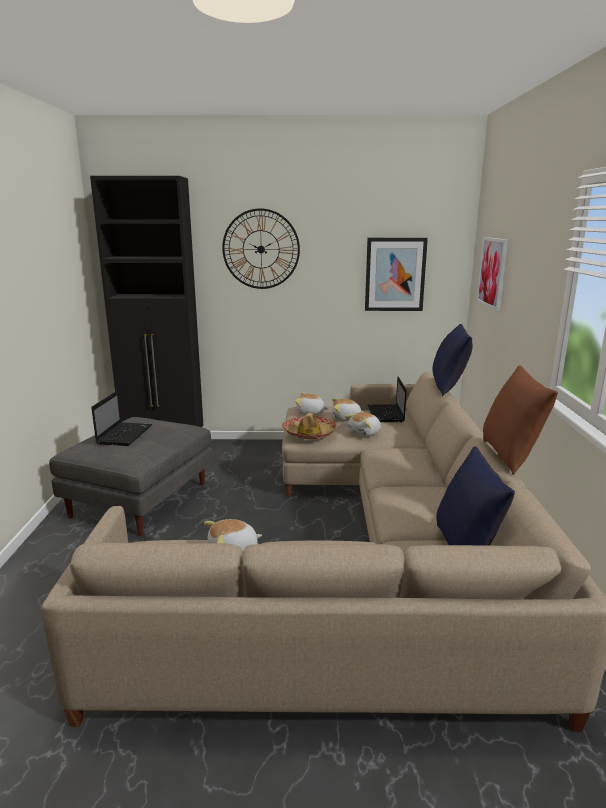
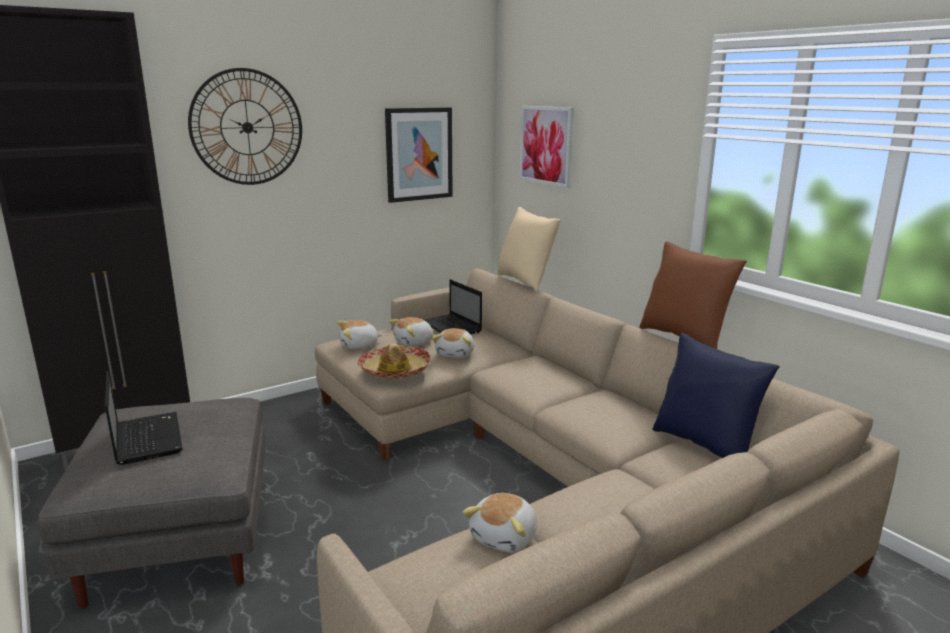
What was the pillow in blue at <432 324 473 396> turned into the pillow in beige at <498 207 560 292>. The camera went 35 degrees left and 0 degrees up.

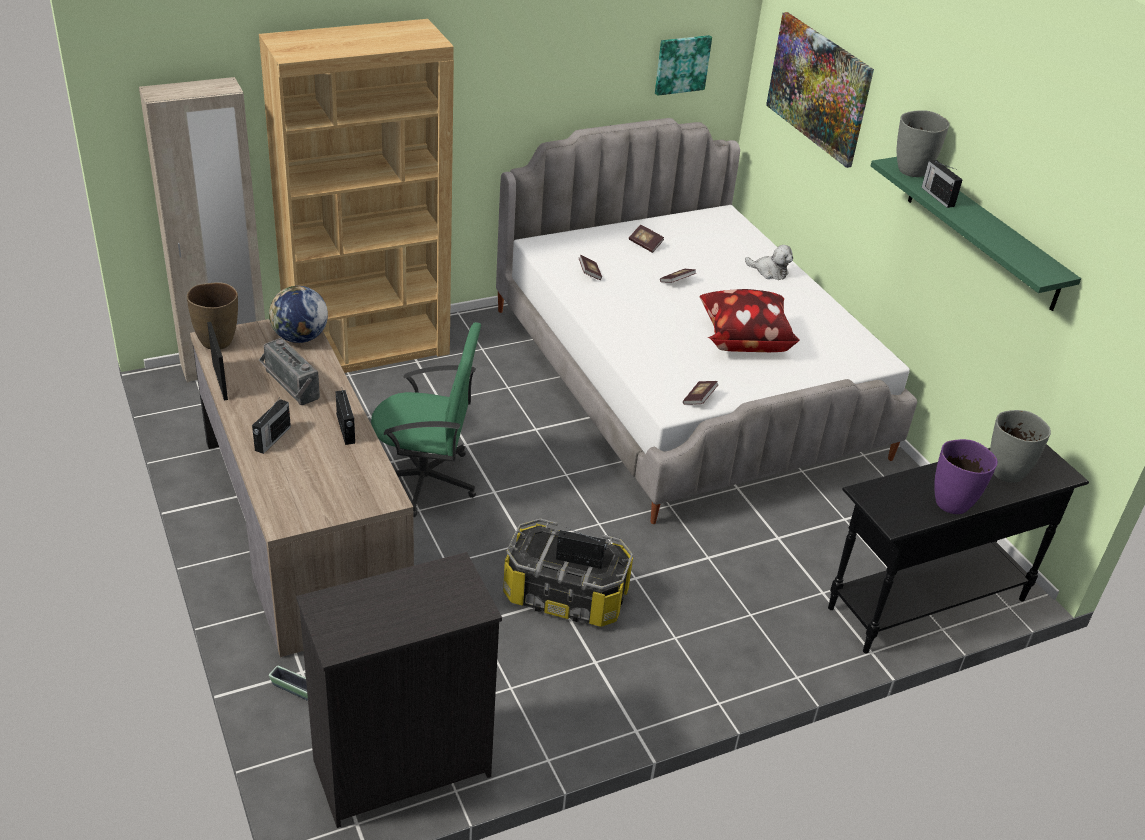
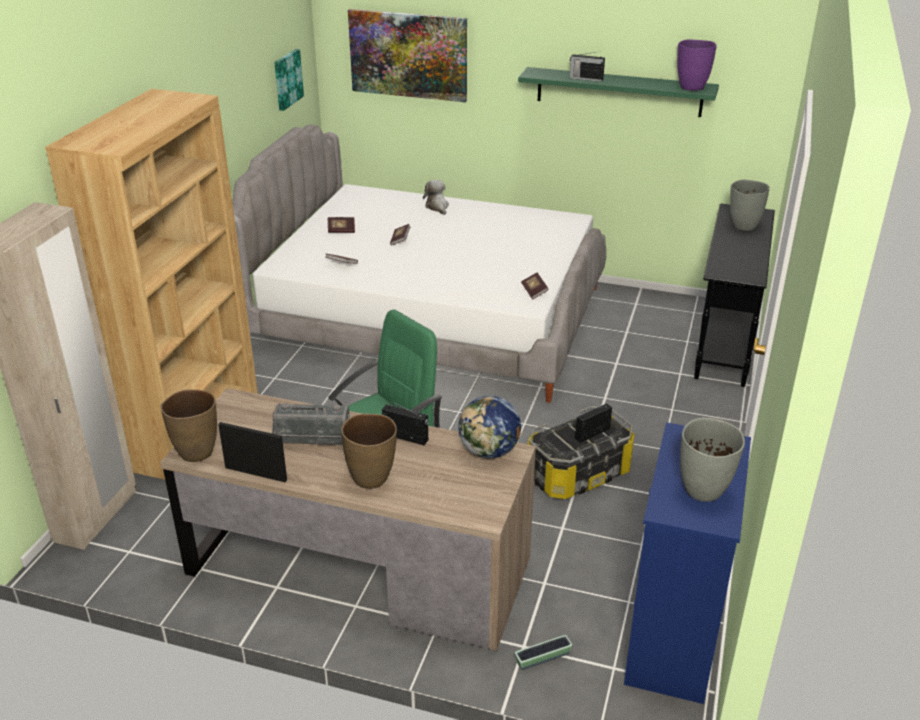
Where the radio receiver stood at <252 399 291 454>, the decorative vase in brown-coloured came to stand at <341 414 397 489>. The soft toy at <745 245 793 280> ended up facing another way, 90 degrees counterclockwise from before. The globe ended up elsewhere, having gone from <269 286 328 343> to <458 396 521 458>. What was the drawer chest in black-coloured at <296 552 502 828> turned into the drawer chest in blue at <624 422 751 704>. The decorative vase in purple ended up elsewhere, having gone from <934 439 998 514> to <677 39 716 91>. The decorative vase in greyish ended up elsewhere, having gone from <897 110 949 177> to <680 418 745 502>. The second view lost the pillow at <700 289 800 352>. The camera went 45 degrees left and 5 degrees down.

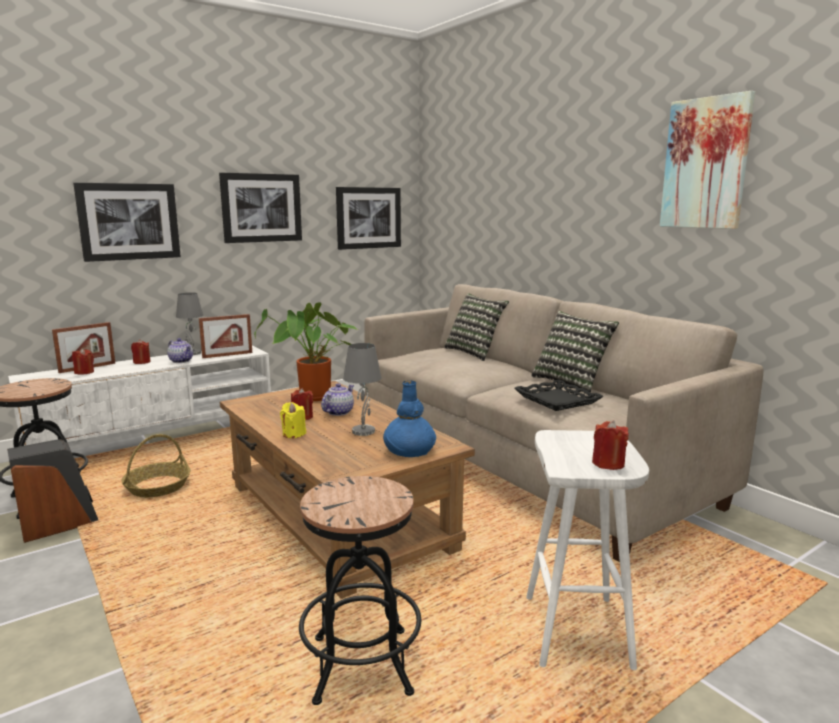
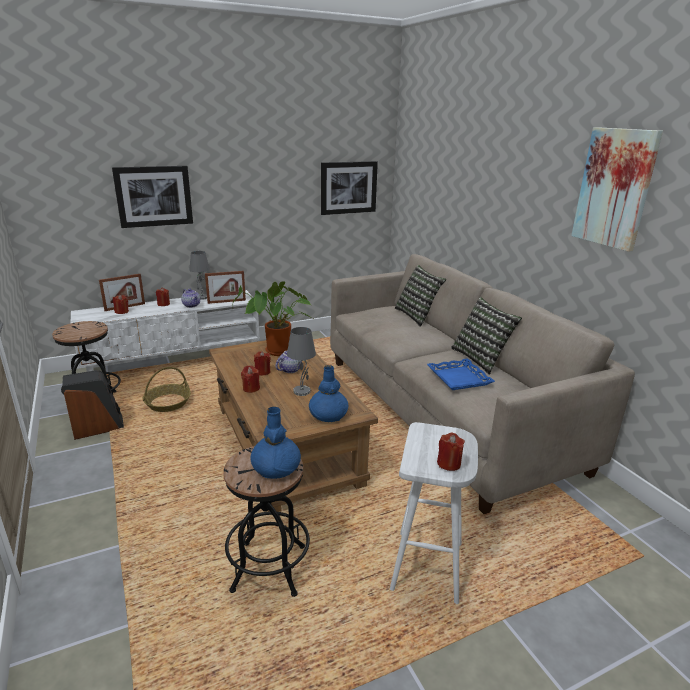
What was the wax candle in yellow at <280 402 306 438> turned into the wax candle in reddish at <241 365 260 393>. The second view gained the decorative vase in blue at <251 407 301 479>. What was the tray in black-coloured at <515 380 604 411> turned into the tray in blue at <427 358 495 390>. The second view lost the wall art at <219 173 302 243>. The camera went 10 degrees right and 10 degrees up.

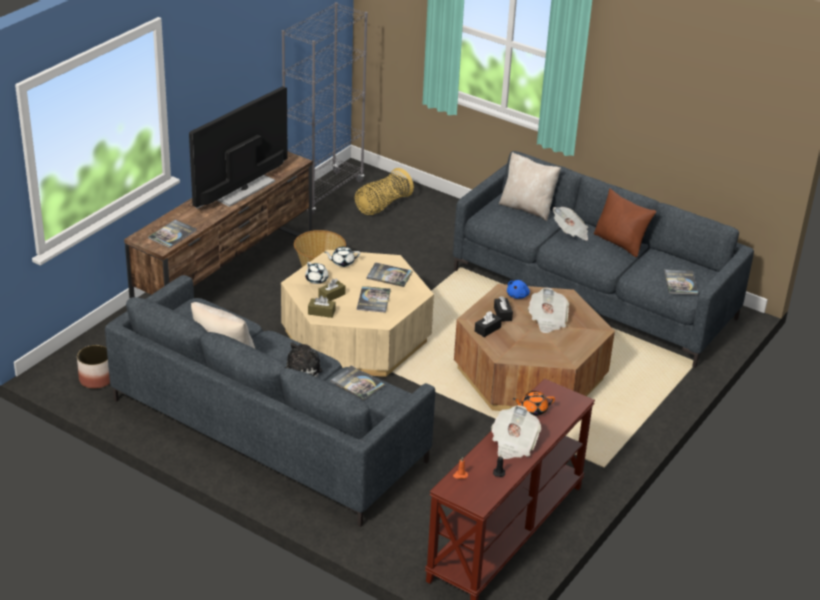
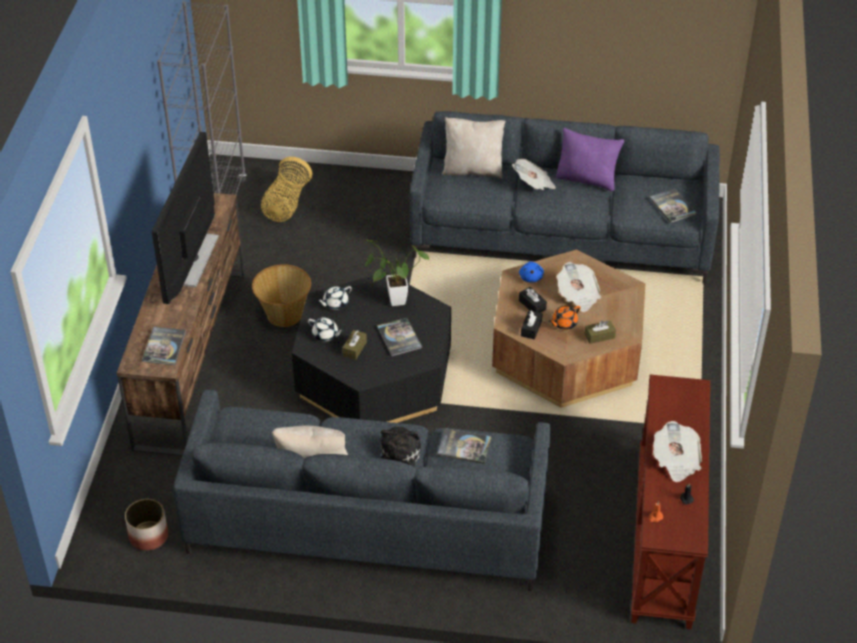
What was the lounge table in beige at <281 250 434 377> turned into the lounge table in black-coloured at <292 272 451 423>. Where the bound book stood at <366 262 413 287>, the potted plant came to stand at <364 239 429 306>. The pot for tea in orangey ended up elsewhere, having gone from <513 391 555 416> to <549 306 581 330>. What was the pillow in brown-coloured at <594 189 656 257> turned into the pillow in purple at <556 128 624 191>. The box of tissues in brown-coloured ended up elsewhere, having gone from <308 295 336 318> to <585 320 616 344>. The camera went 25 degrees left and 10 degrees up.

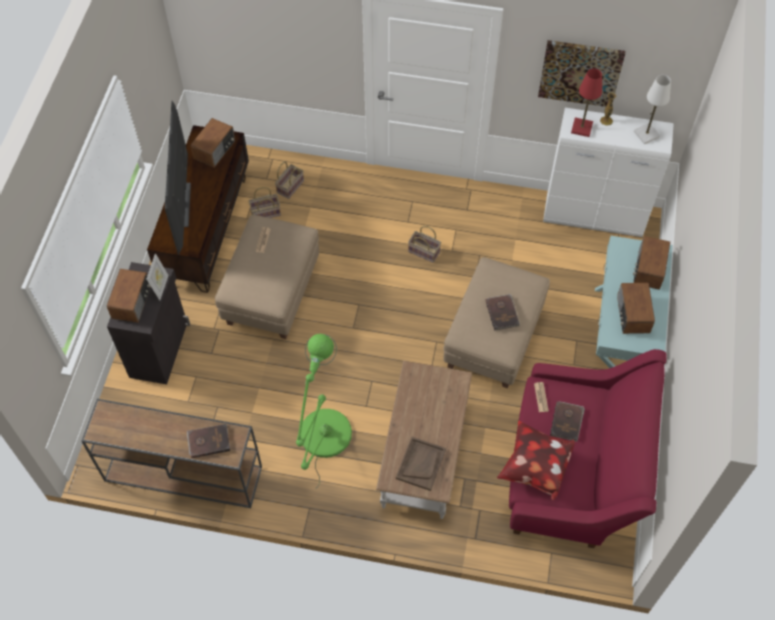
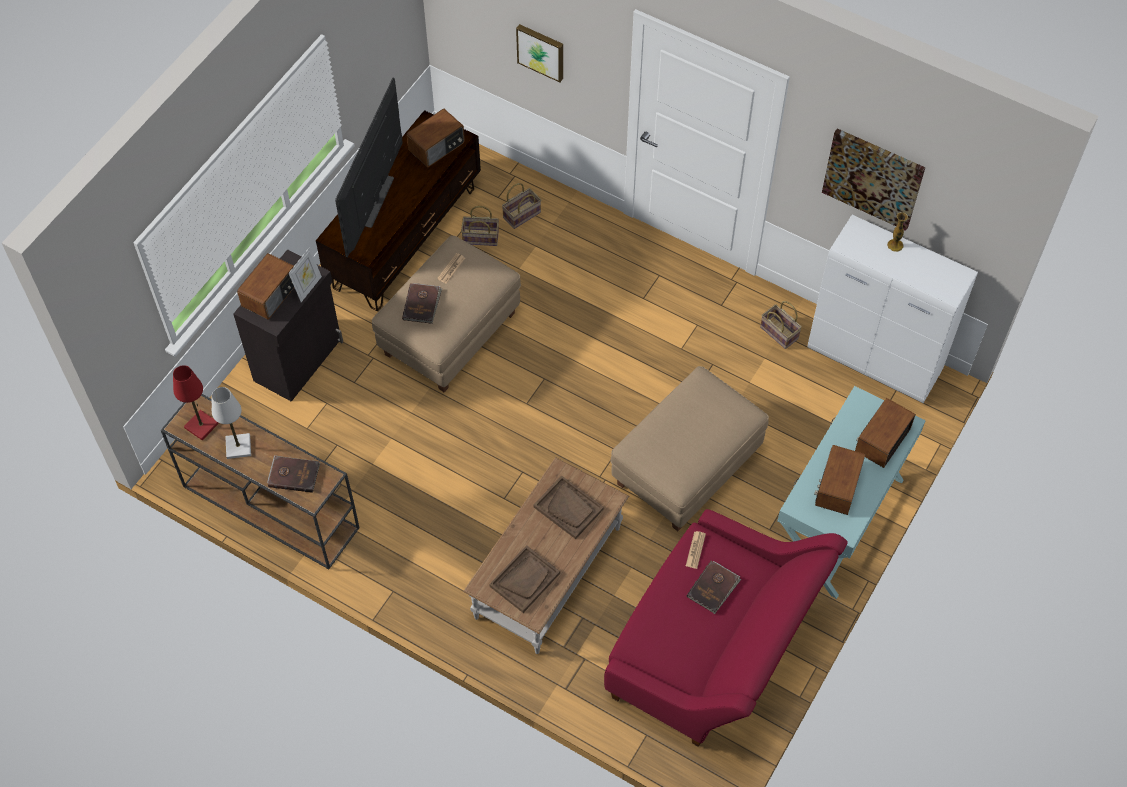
The lamp for a table in reddish ended up elsewhere, having gone from <571 68 602 137> to <173 365 219 440>. The lamp for a table in white-coloured ended up elsewhere, having gone from <634 75 671 144> to <212 387 251 459>. The bound book in brown-coloured ended up elsewhere, having gone from <485 294 520 331> to <402 283 442 324>. The second view gained the wall art at <516 24 563 82>. The second view gained the tray in brown-coloured at <533 475 604 539>. The storage basket ended up elsewhere, having gone from <408 226 441 263> to <760 301 802 349>. The second view lost the floor lamp in green-coloured at <296 334 352 489>. The second view lost the pillow at <497 421 575 500>. The camera went 20 degrees right and 0 degrees up.

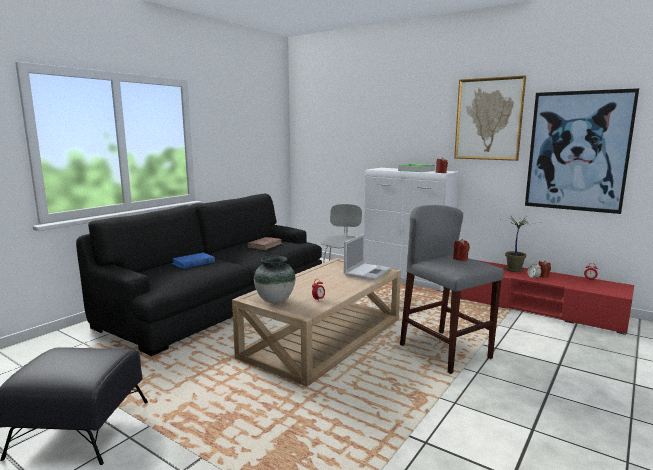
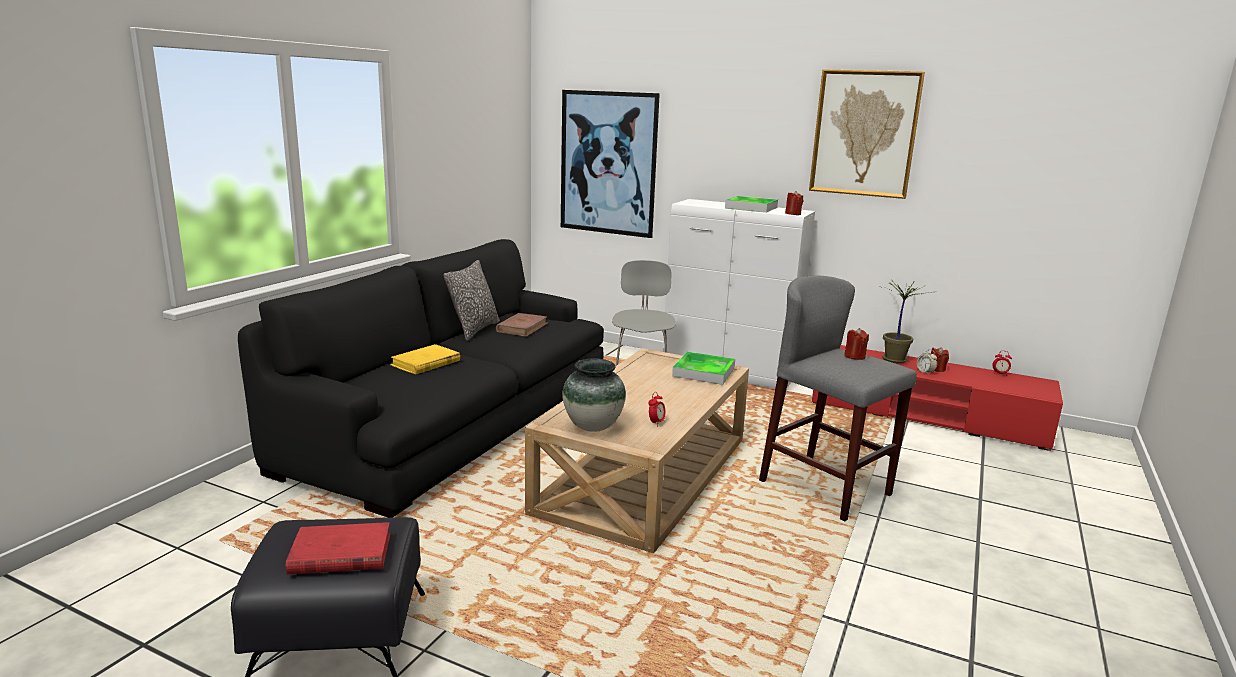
The second view gained the bound book in reddish at <286 522 390 574>. What was the bound book in blue at <172 253 215 269> turned into the bound book in yellow at <390 344 460 375>. The second view gained the pillow at <443 260 500 341>. The wall art ended up elsewhere, having gone from <525 88 639 214> to <561 90 660 238>. Where the laptop stood at <344 234 392 280>, the tray came to stand at <672 352 735 385>. The camera went 10 degrees left and 5 degrees up.

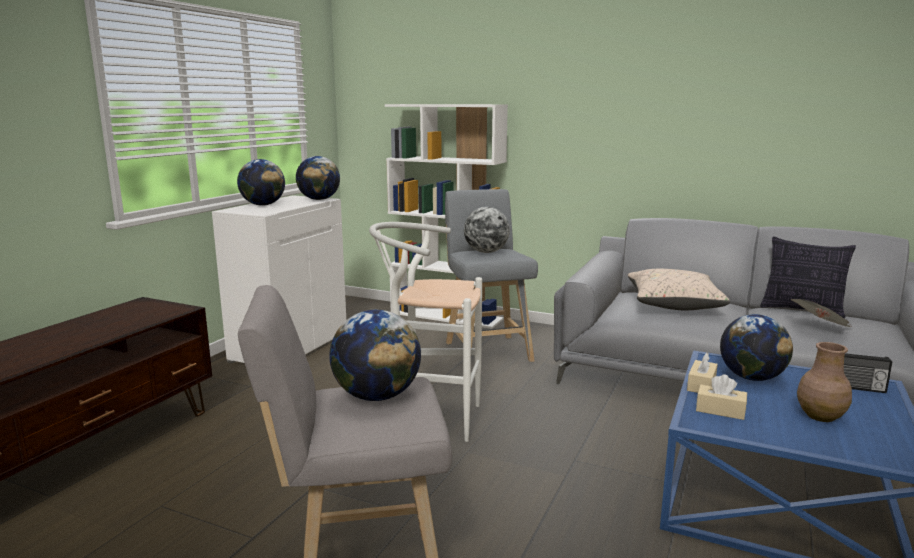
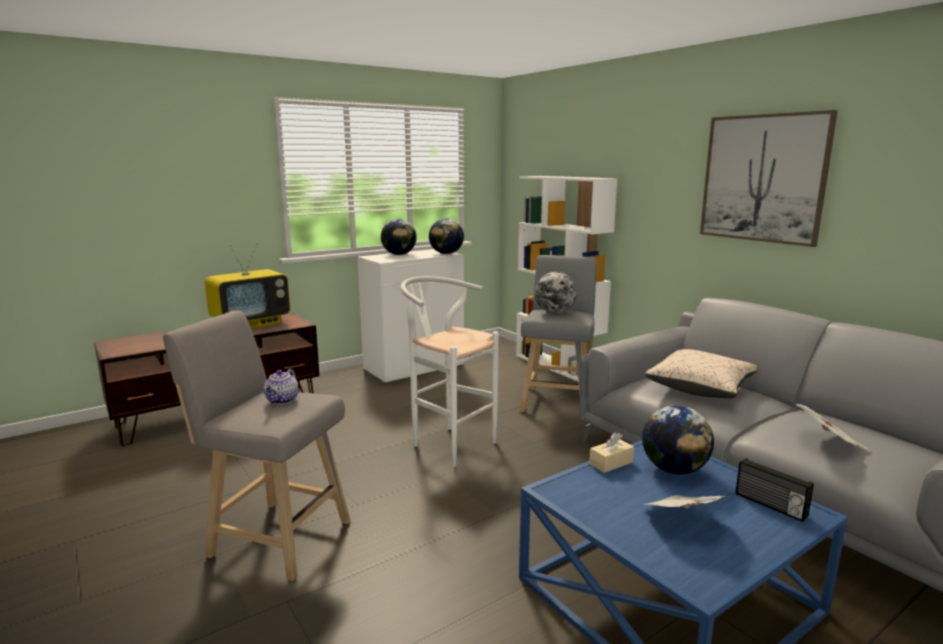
The second view gained the television at <205 243 290 329>. Where the globe stood at <330 310 421 401>, the pot for tea came to stand at <264 369 298 405>. Where the decorative vase in brown-coloured stood at <797 342 852 422>, the daily paper came to stand at <645 495 726 509>. The second view gained the wall art at <700 110 838 247>. The second view lost the box of tissues in beige at <696 374 747 420>. The second view lost the pillow at <760 236 856 319>. The camera went 30 degrees right and 0 degrees up.

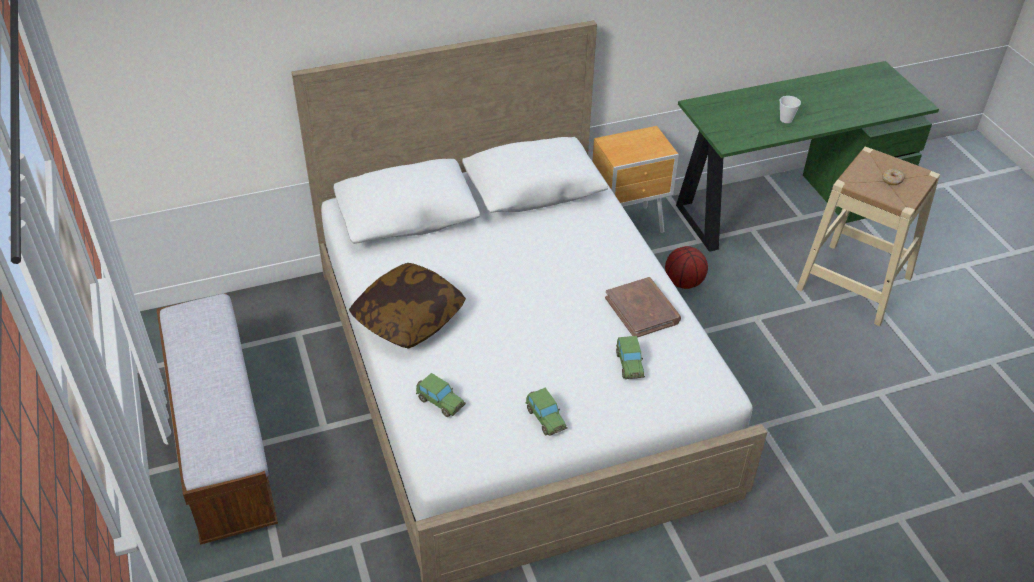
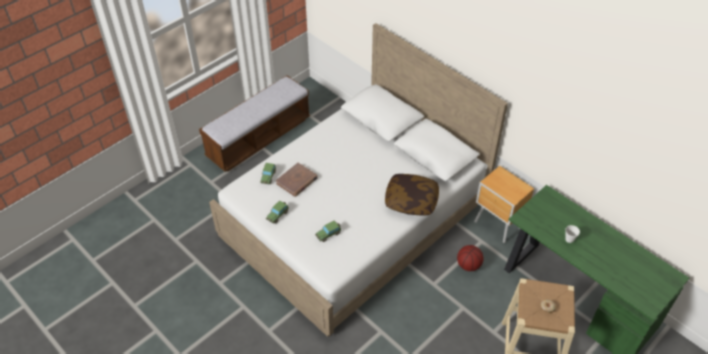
The bound book in brown-coloured ended up elsewhere, having gone from <605 277 681 338> to <276 162 318 197>. The pillow ended up elsewhere, having gone from <349 263 466 349> to <385 174 439 216>. The camera went 65 degrees right and 5 degrees up.

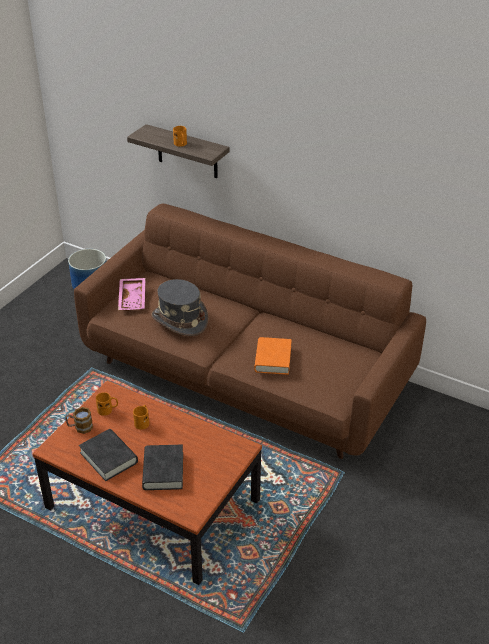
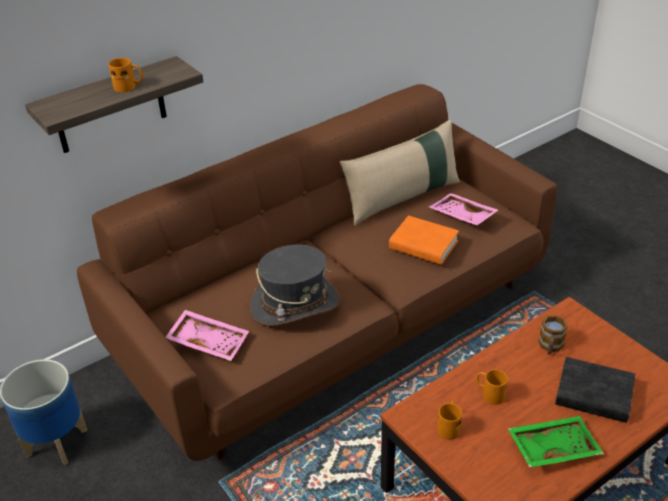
The second view gained the pillow in beige at <340 119 460 226>. The second view gained the tray in pink at <429 193 499 225>. Where the bound book in black-coloured stood at <79 429 138 481>, the tray in green-coloured came to stand at <508 416 604 467>. The coffee mug ended up elsewhere, having gone from <65 407 93 434> to <539 315 568 355>. The camera went 65 degrees left and 0 degrees up.

